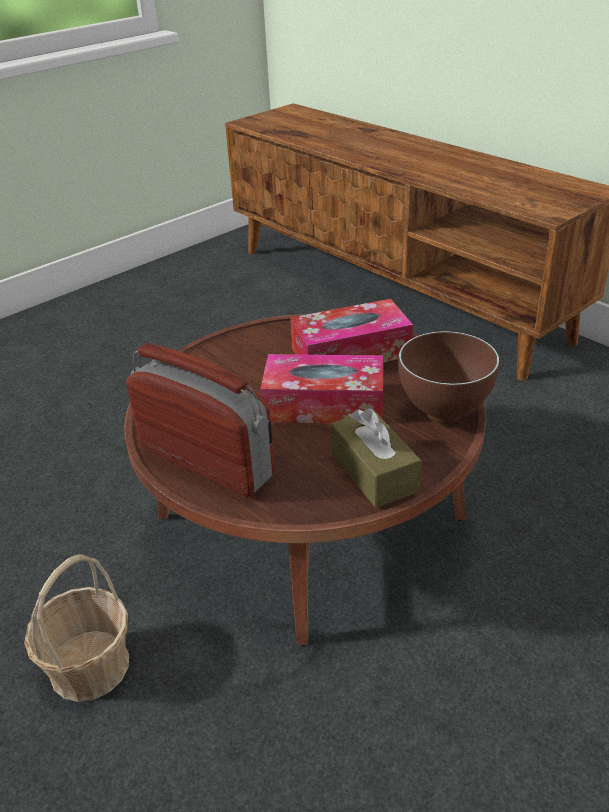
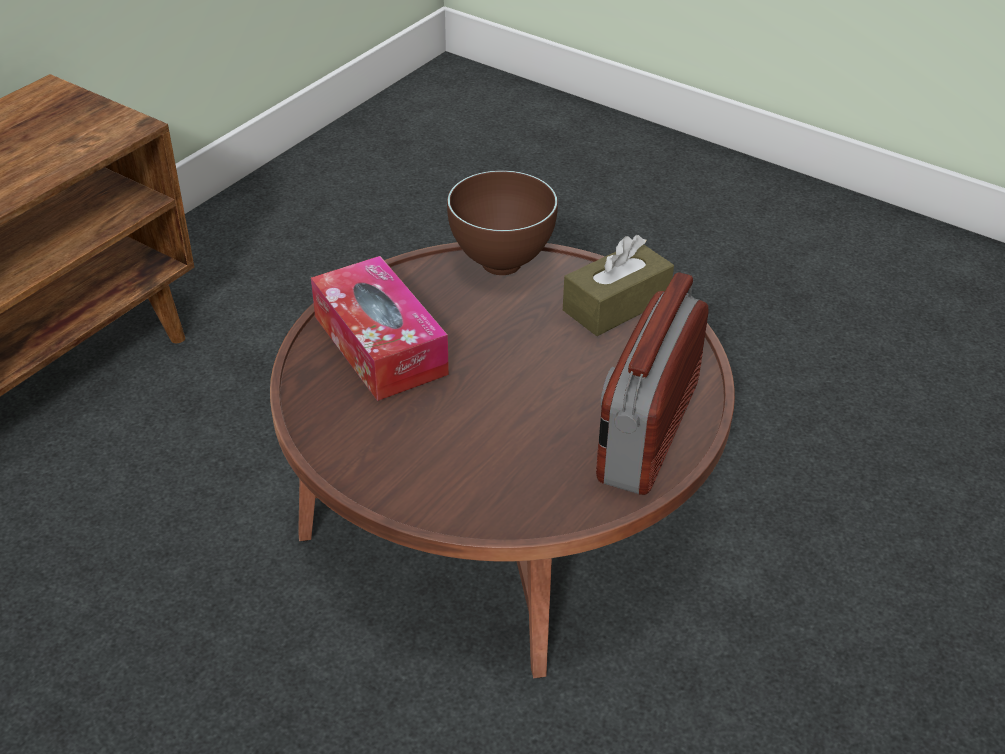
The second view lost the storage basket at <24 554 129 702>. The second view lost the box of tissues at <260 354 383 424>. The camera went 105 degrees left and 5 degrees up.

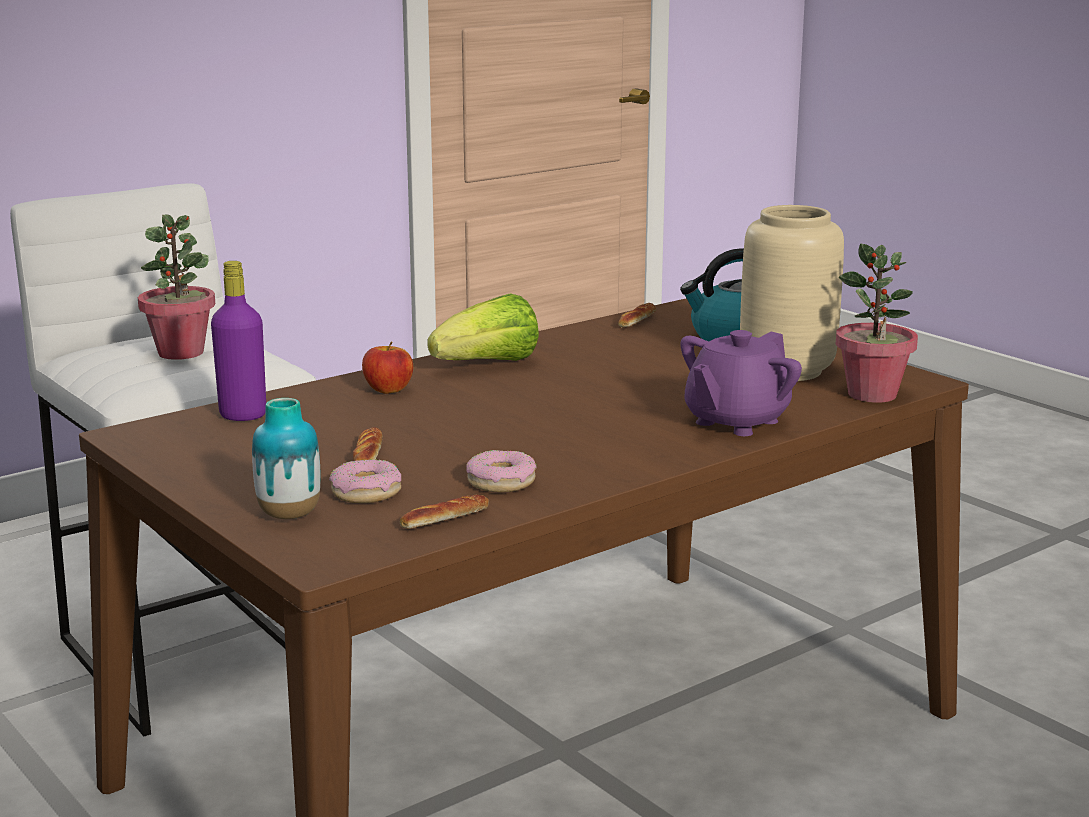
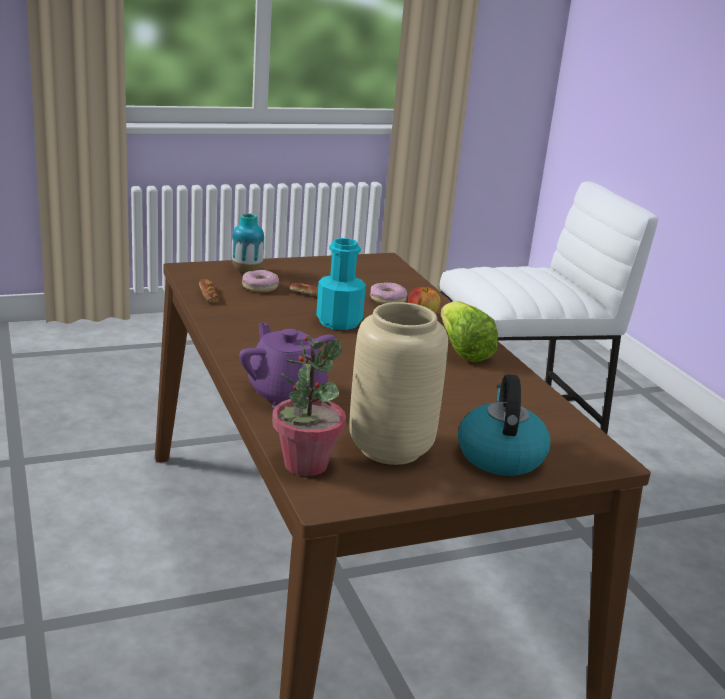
The second view gained the bottle in turquoise at <316 238 366 330>. The donut ended up elsewhere, having gone from <467 450 537 493> to <370 282 407 304>. The second view lost the potted plant at <138 215 215 360>. The second view lost the bottle in purple at <211 261 266 421>. The second view lost the baked bread at <618 303 656 328>. The camera went 105 degrees right and 5 degrees up.

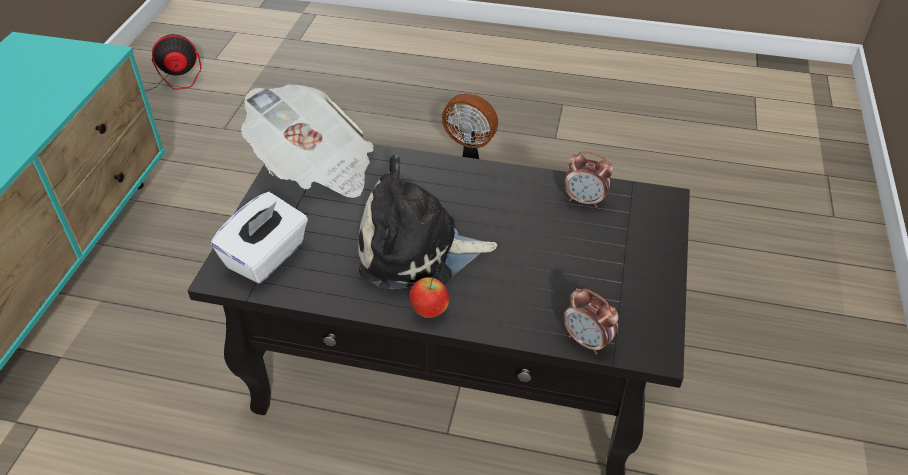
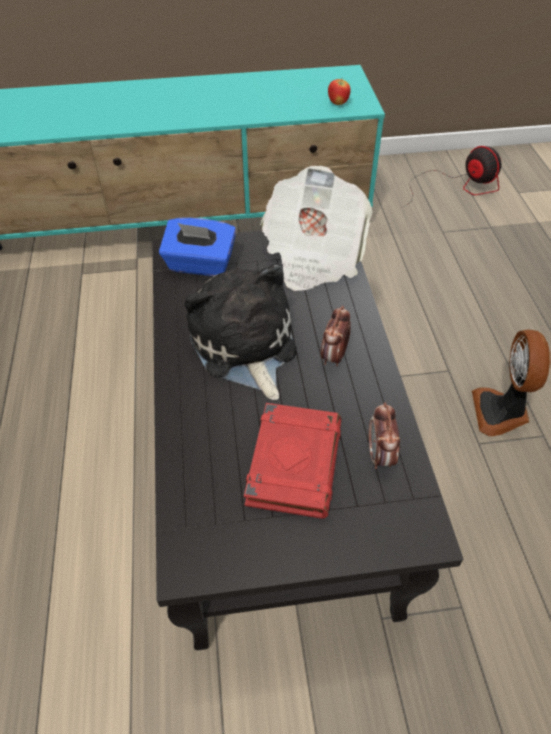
What was the box of tissues in white-coloured at <211 192 308 283> turned into the box of tissues in blue at <159 218 236 276>. The second view gained the bound book in reddish at <244 403 342 519>. The table clock ended up elsewhere, having gone from <563 288 619 354> to <321 306 351 366>. The apple ended up elsewhere, having gone from <409 277 449 318> to <328 77 351 105>. The camera went 70 degrees right and 5 degrees up.

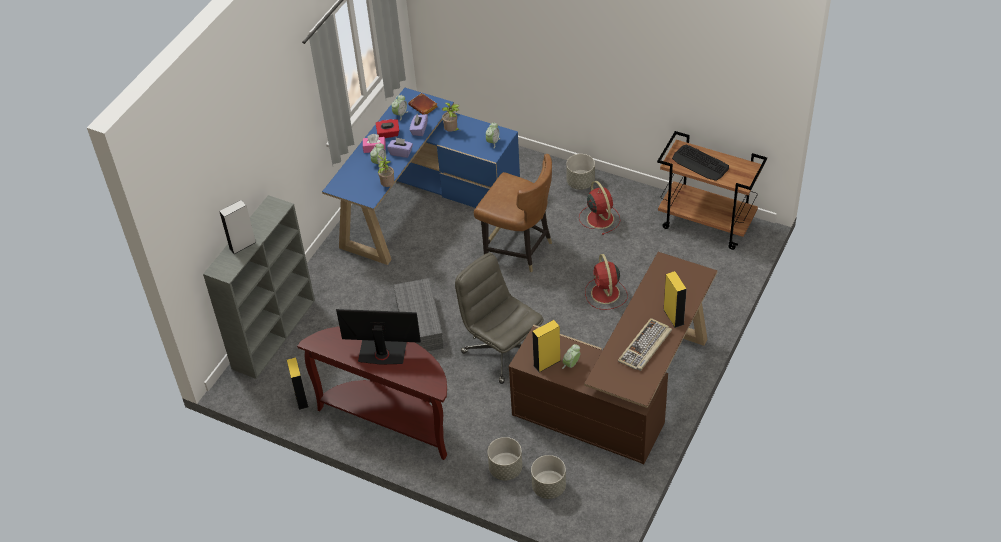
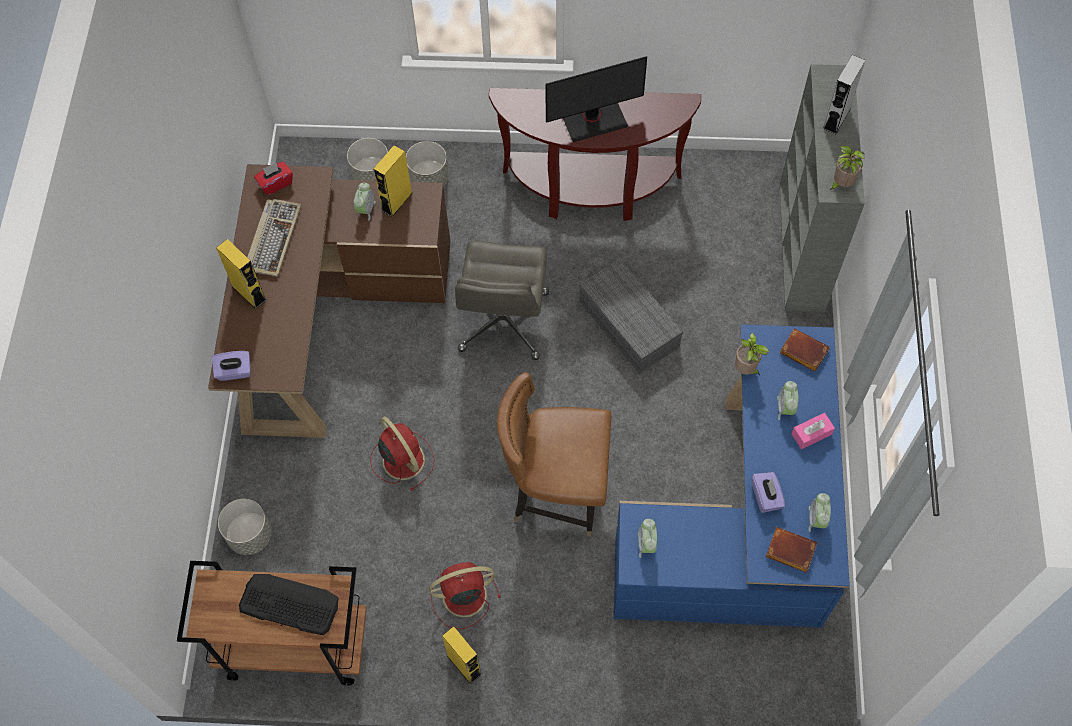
The box of tissues in purple ended up elsewhere, having gone from <387 138 413 158> to <212 351 251 381>. The flower pot in greyish ended up elsewhere, having gone from <566 154 595 190> to <218 499 272 555>. The box of tissues in reddish ended up elsewhere, having gone from <376 119 399 138> to <254 162 293 195>. The electric fan in reddish at <579 181 620 235> ended up facing another way, 120 degrees clockwise from before. The audio speaker in yellow ended up elsewhere, having gone from <287 357 309 410> to <442 626 482 684>. The office chair in greyish at <455 253 544 384> ended up facing another way, 75 degrees clockwise from before. The second view gained the bound book in brown-coloured at <780 328 830 372>. The potted plant ended up elsewhere, having gone from <442 103 460 132> to <830 146 865 190>. The camera went 155 degrees right and 15 degrees up.

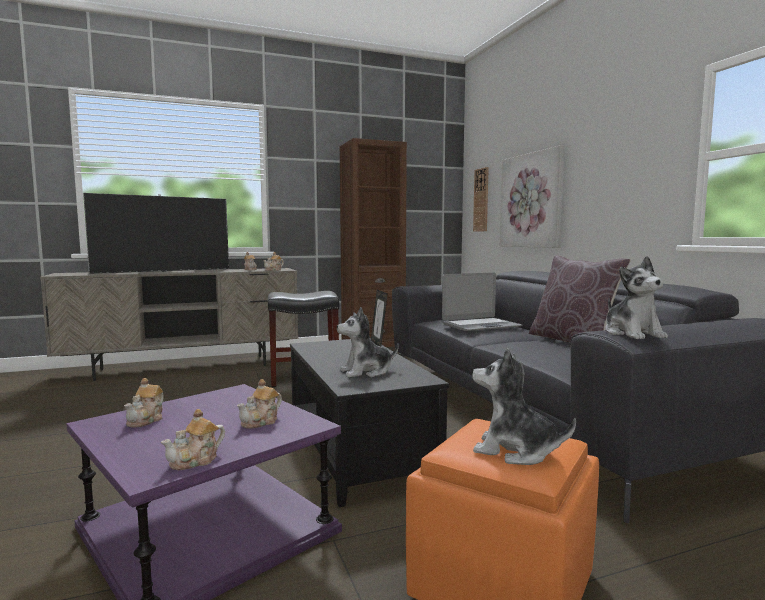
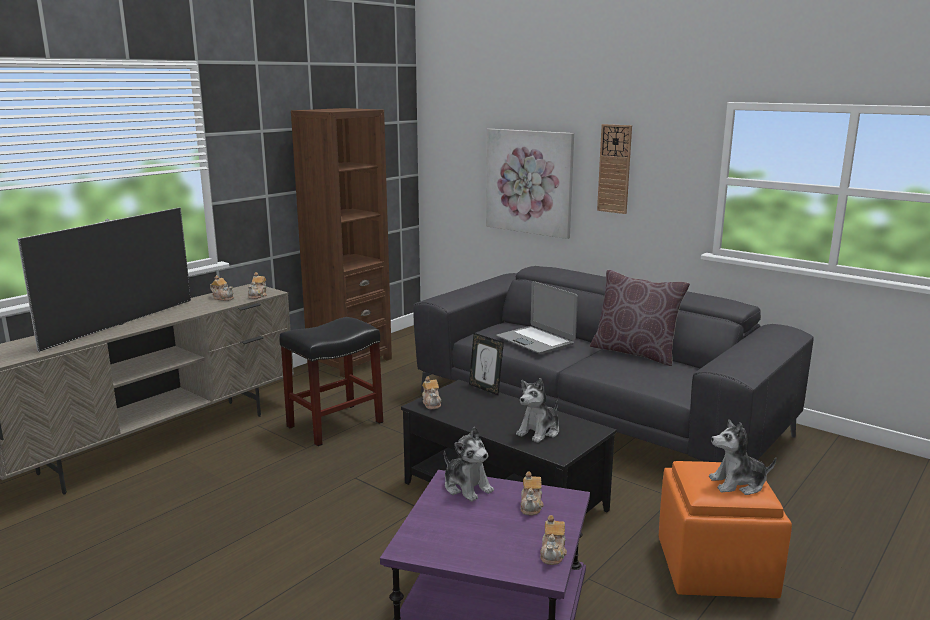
The pot for tea ended up elsewhere, having gone from <124 378 164 427> to <422 377 442 409>. The soft toy ended up elsewhere, having gone from <605 256 668 339> to <444 427 494 502>. The laptop at <442 273 523 331> ended up facing another way, 105 degrees clockwise from before. The hanging clock ended up elsewhere, having gone from <473 167 489 232> to <597 124 632 214>. The camera went 30 degrees left and 10 degrees up.

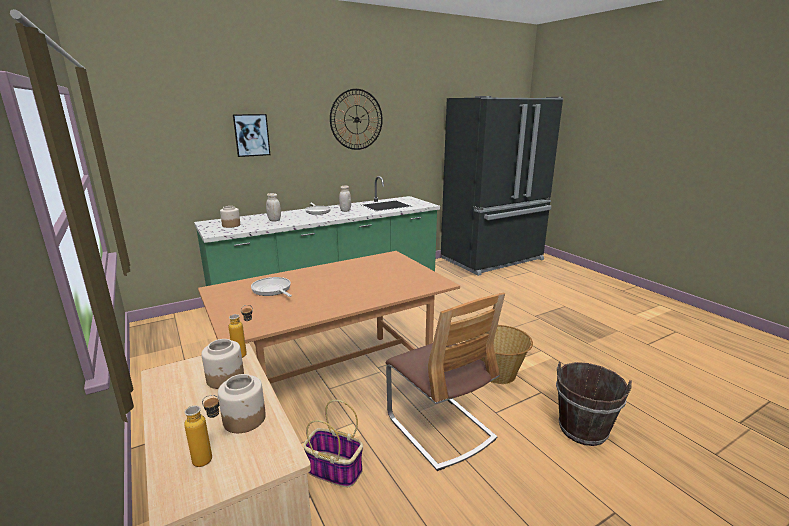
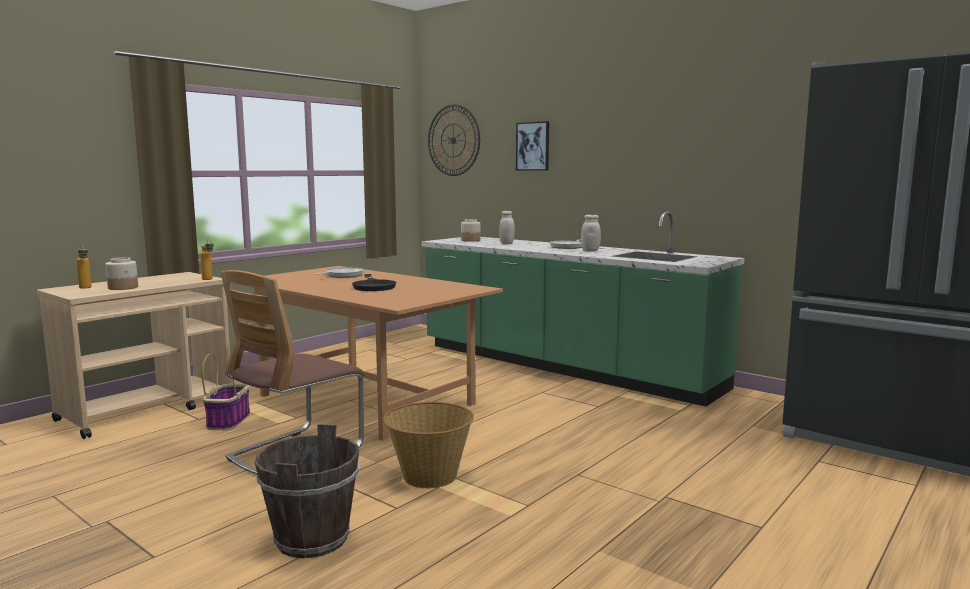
The second view gained the pan in black-coloured at <352 274 396 291>. The hanging clock ended up elsewhere, having gone from <330 89 383 150> to <428 104 480 176>. The second view lost the preserve jar at <201 339 244 389>. The camera went 70 degrees right and 10 degrees down.

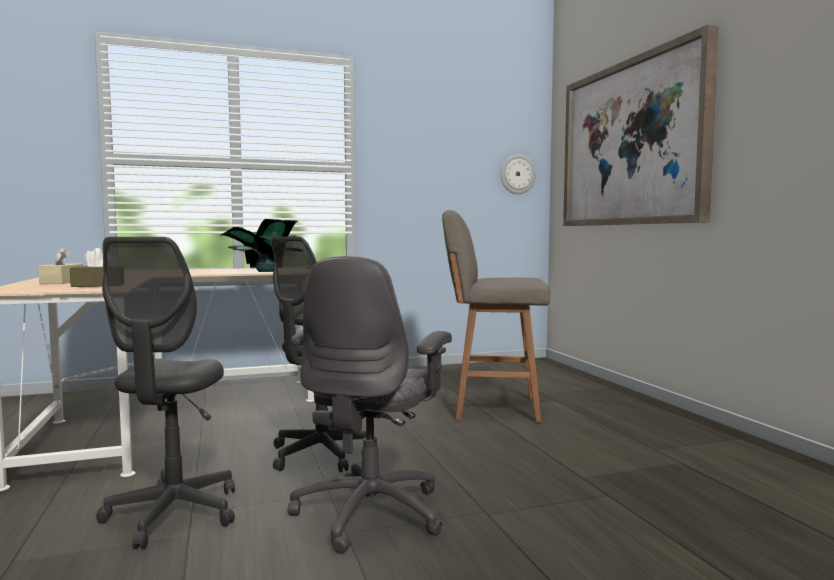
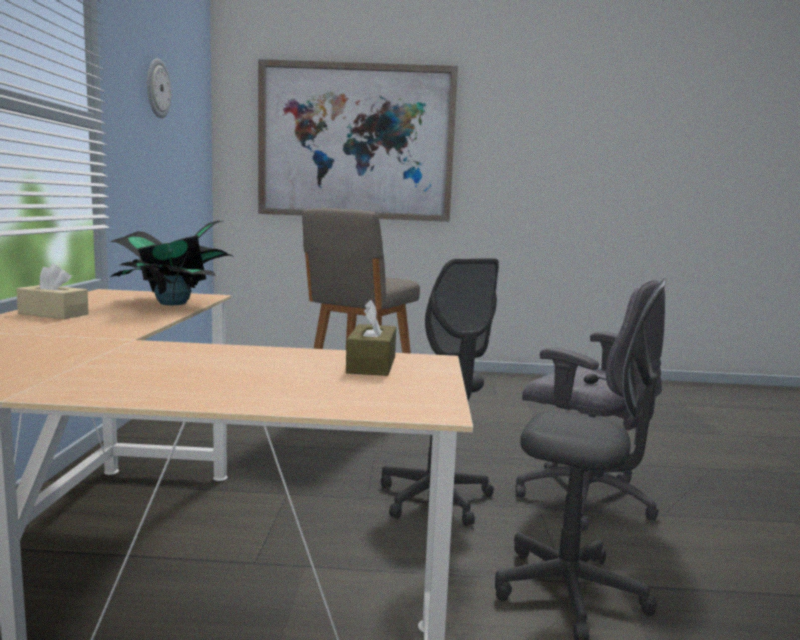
The box of tissues in beige ended up elsewhere, having gone from <38 247 83 284> to <16 263 89 319>. The hanging clock ended up elsewhere, having gone from <501 154 536 194> to <147 58 171 118>. The camera went 70 degrees left and 5 degrees up.

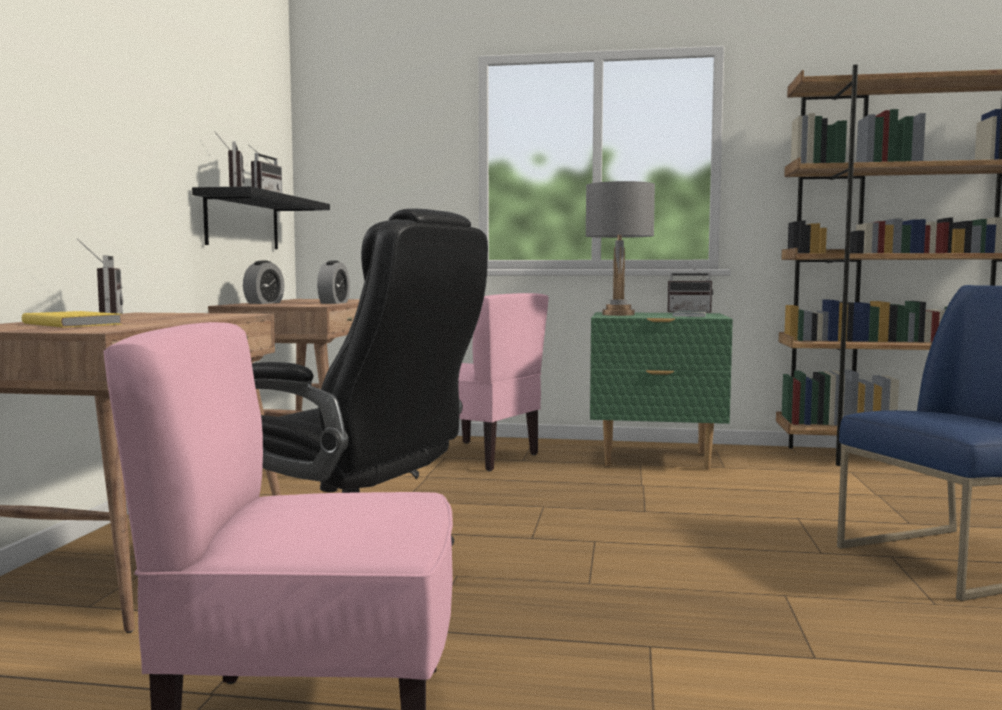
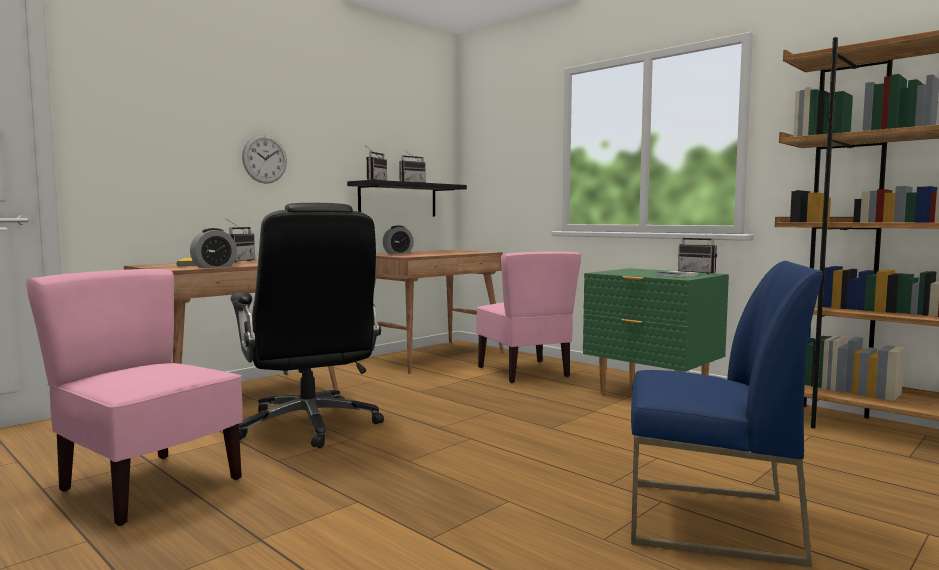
The table clock ended up elsewhere, having gone from <317 261 350 304> to <190 228 237 268>. The second view gained the hanging clock at <242 135 287 184>. The second view lost the lamp for a table in greyish at <586 181 655 316>. The camera went 35 degrees right and 0 degrees up.

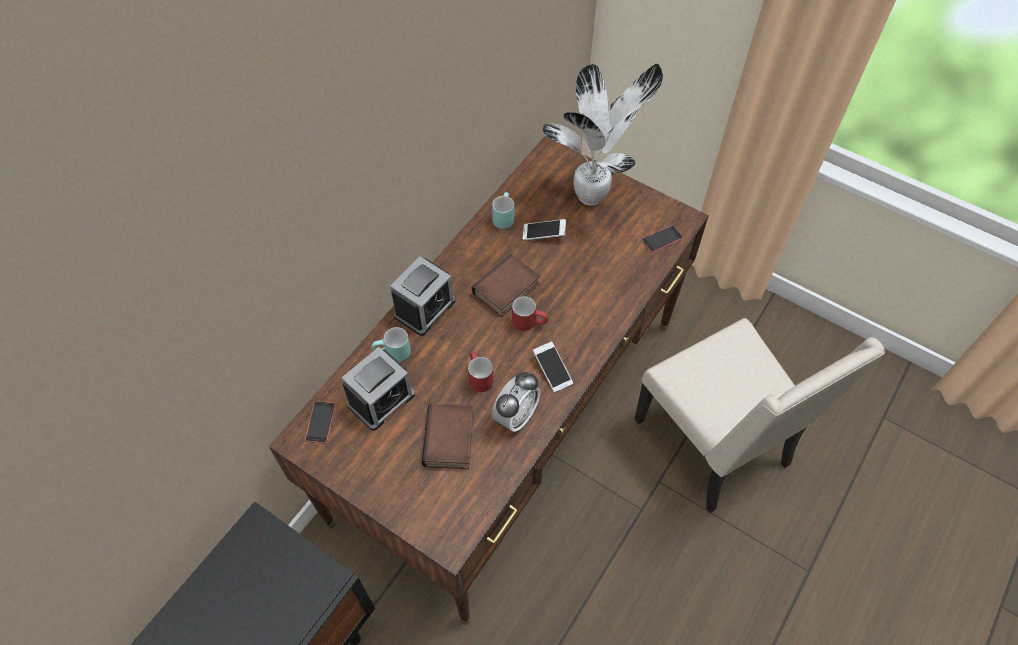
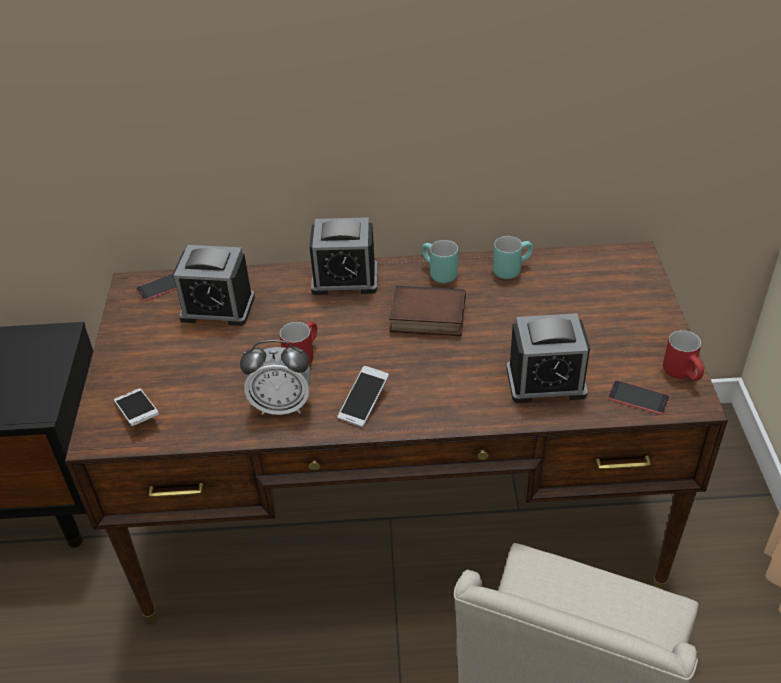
The phone ended up elsewhere, having gone from <523 219 566 241> to <114 388 159 426>. The coffee mug in turquoise ended up elsewhere, having gone from <372 327 411 362> to <422 240 458 283>. The second view gained the table clock at <506 313 590 403>. The coffee mug in reddish ended up elsewhere, having gone from <512 296 548 331> to <663 330 704 381>. The second view lost the bound book at <422 404 474 469>. The second view lost the potted plant at <543 64 663 205>. The camera went 55 degrees right and 15 degrees down.

